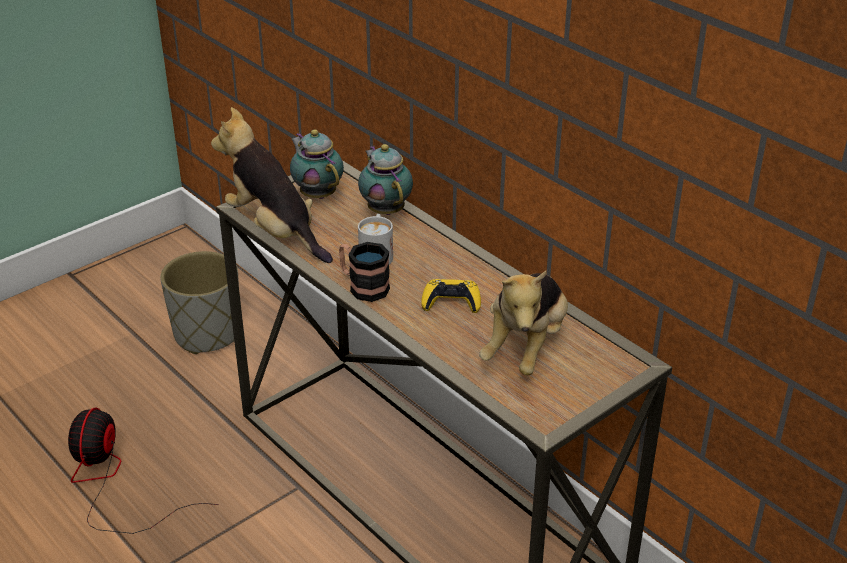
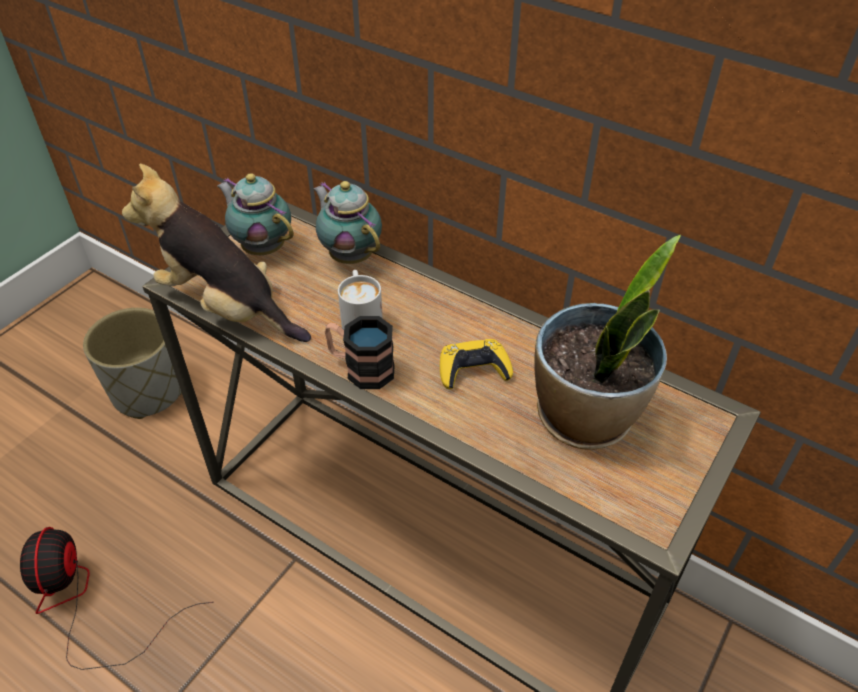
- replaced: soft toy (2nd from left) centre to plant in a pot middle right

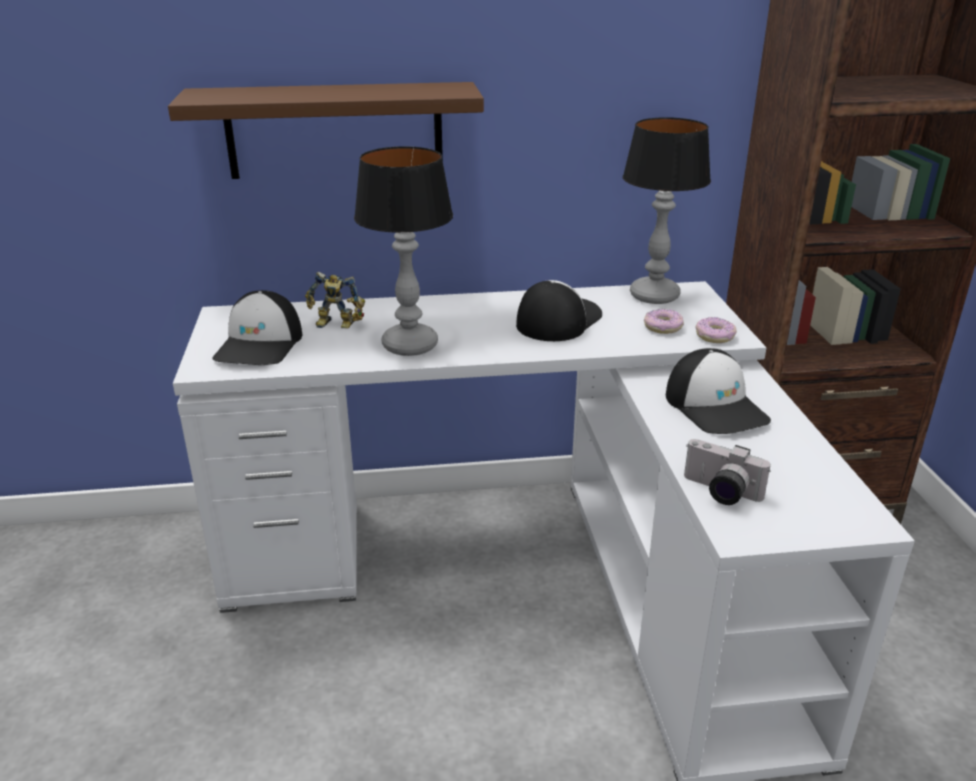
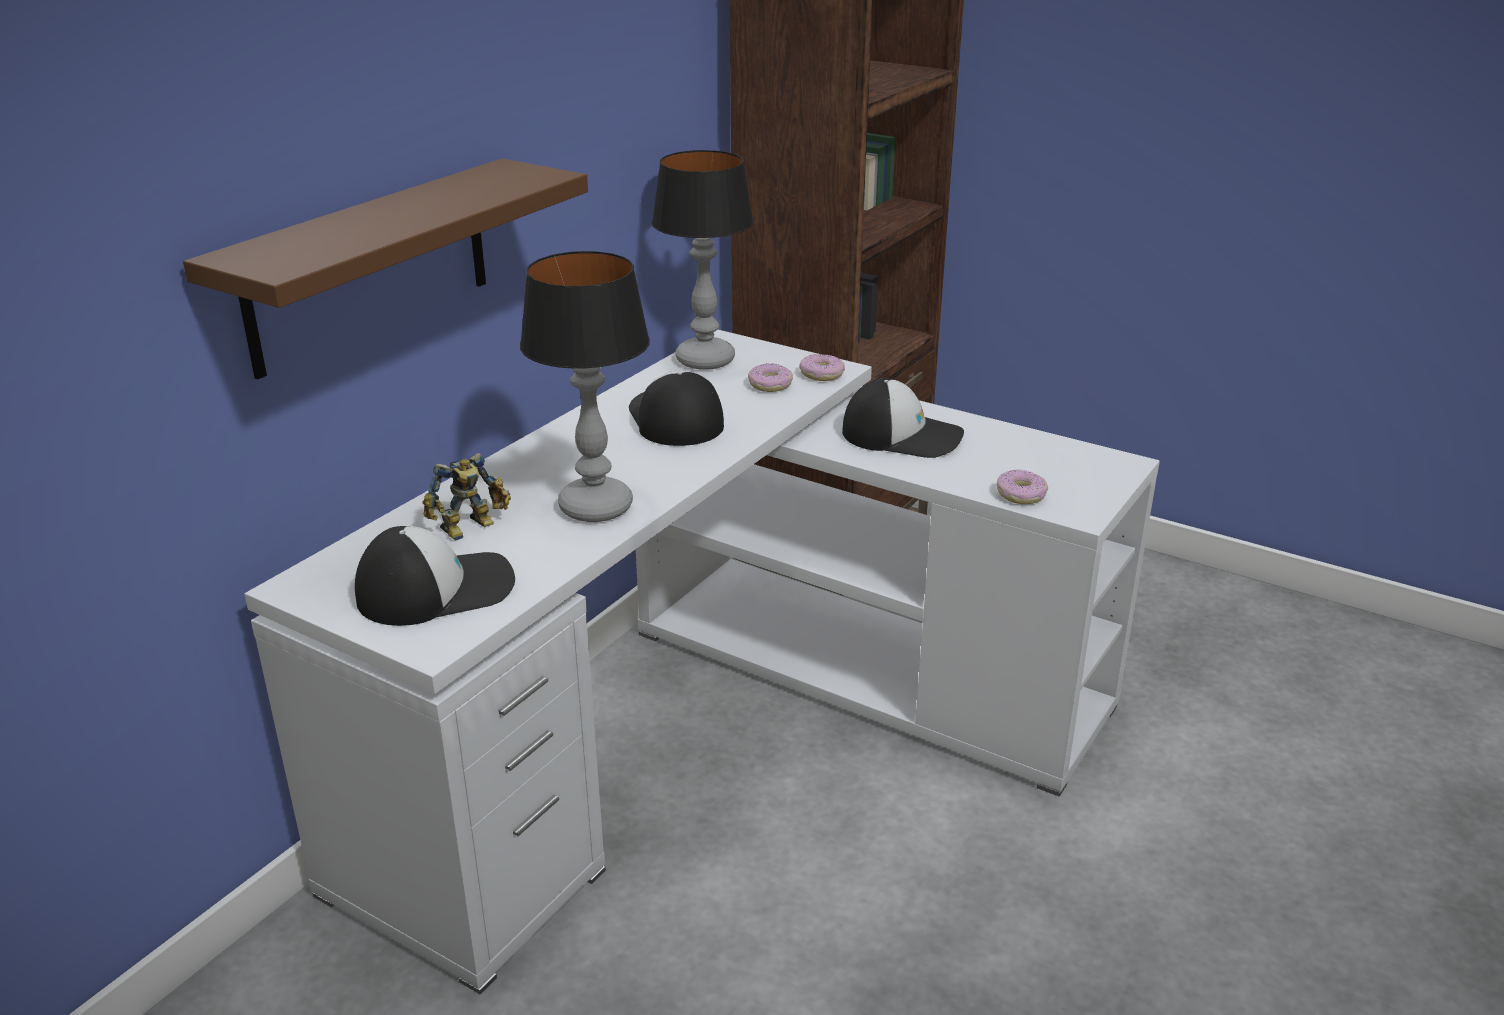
- replaced: photo camera middle right to doughnut (3rd from left) middle right
- turned: peaked cap (1st from left) middle left = middle left 75 degrees counterclockwise

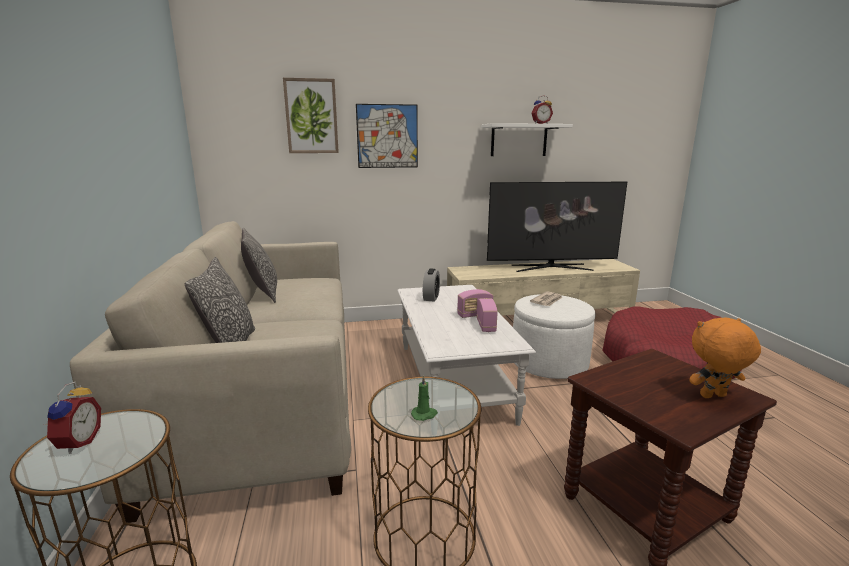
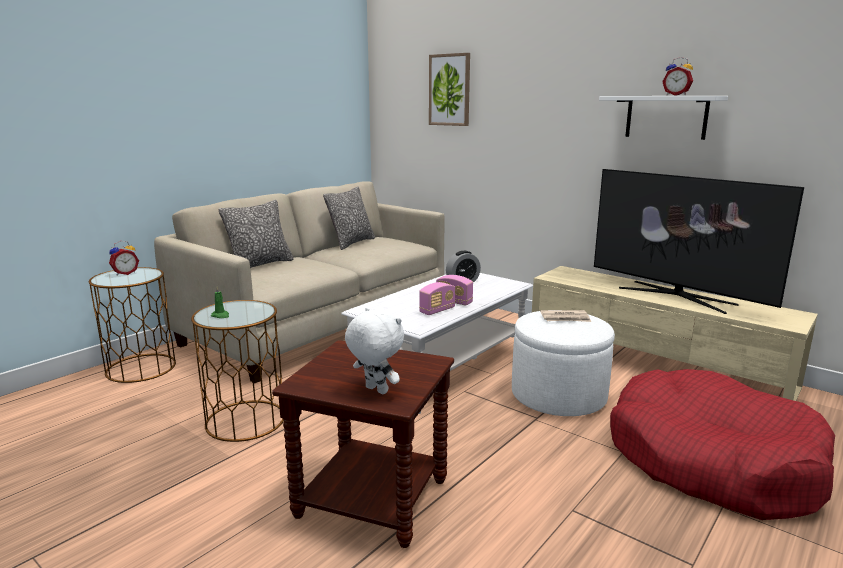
- removed: wall art (2nd from left) top centre
- recoloured: soft toy (orange) middle right to soft toy (whitish) centre

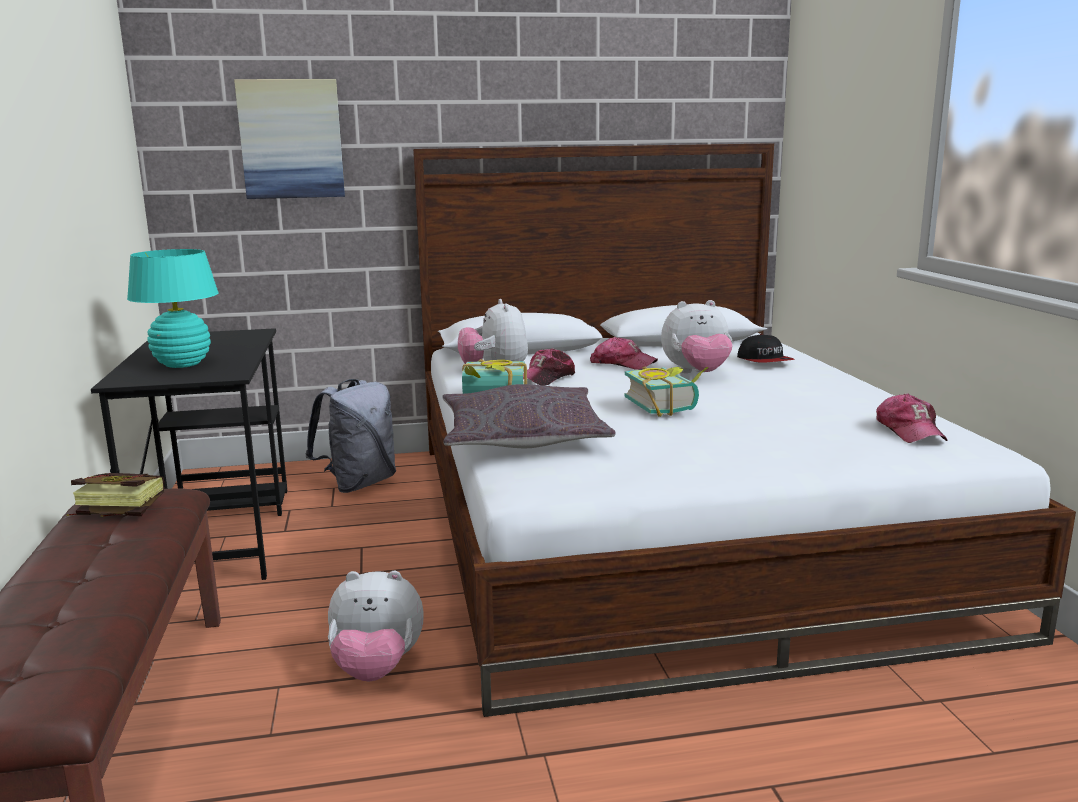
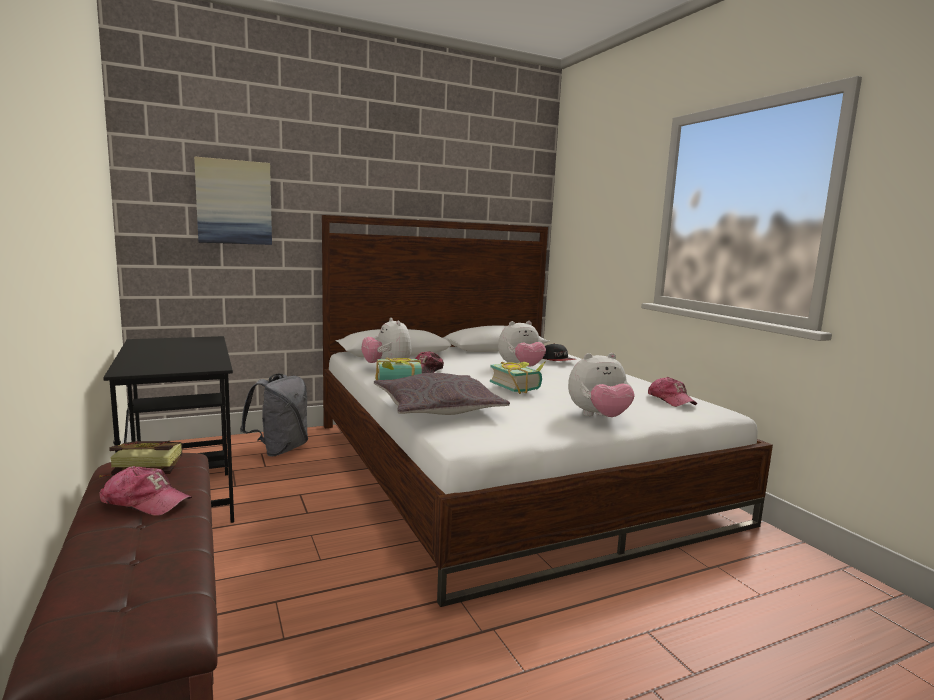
- removed: table lamp (turquoise) middle left
- moved: soft toy (1st from left in the first image) bottom centre to soft toy (3rd from left) centre
- moved: peaked cap (2nd from left in the first image) centre to peaked cap (1st from left) bottom left

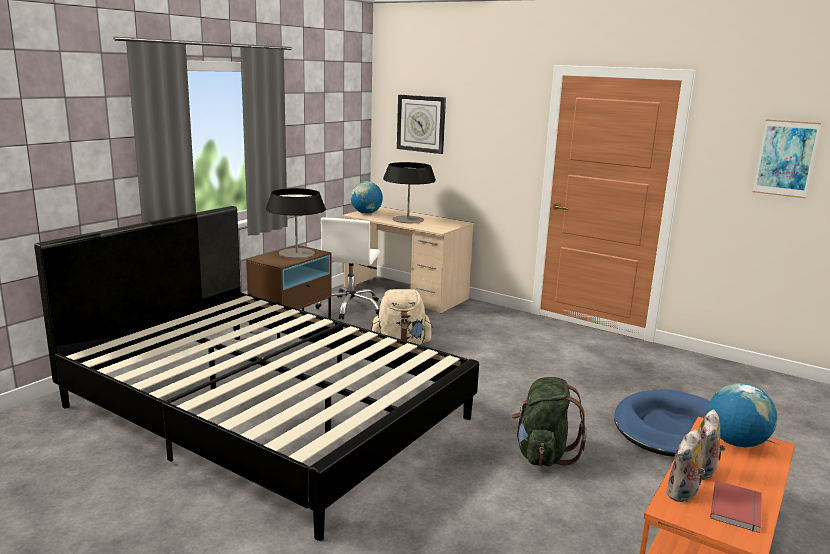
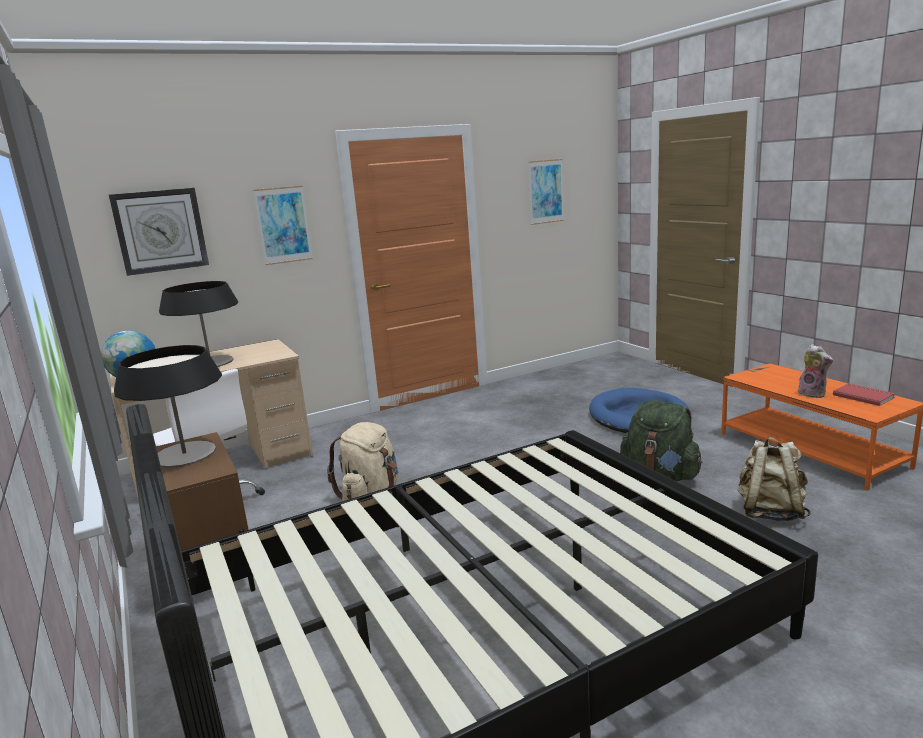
- removed: soft toy (1st from left) bottom right
- removed: world globe (2nd from left) bottom right
- added: wall art (1st from left) top left
- added: backpack (sand-coloured) (2nd from left) middle right

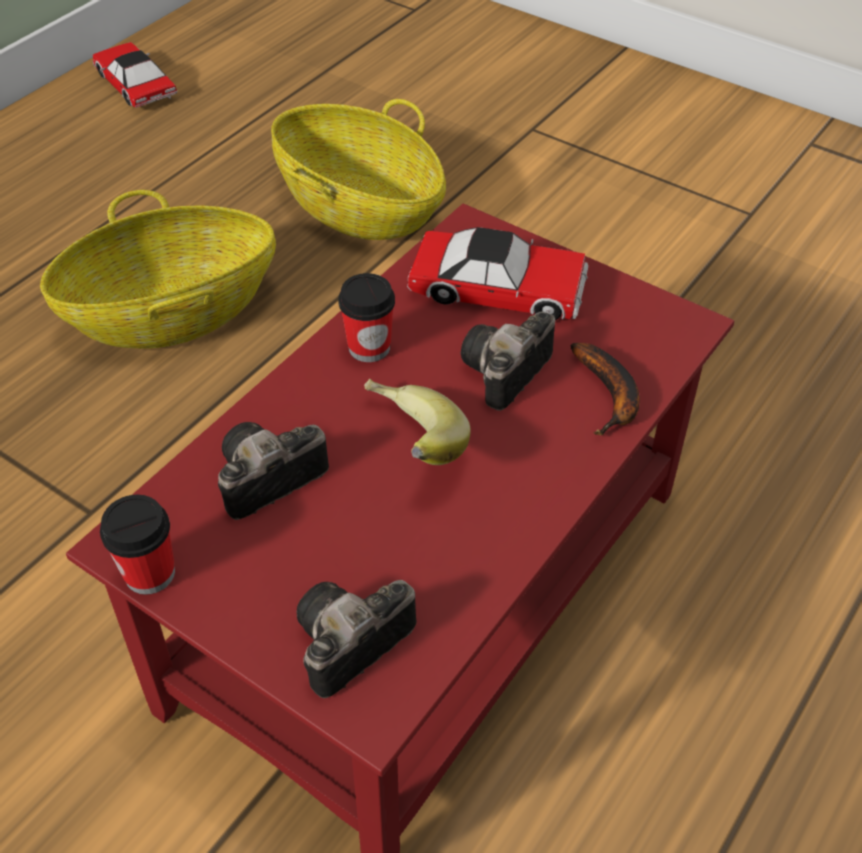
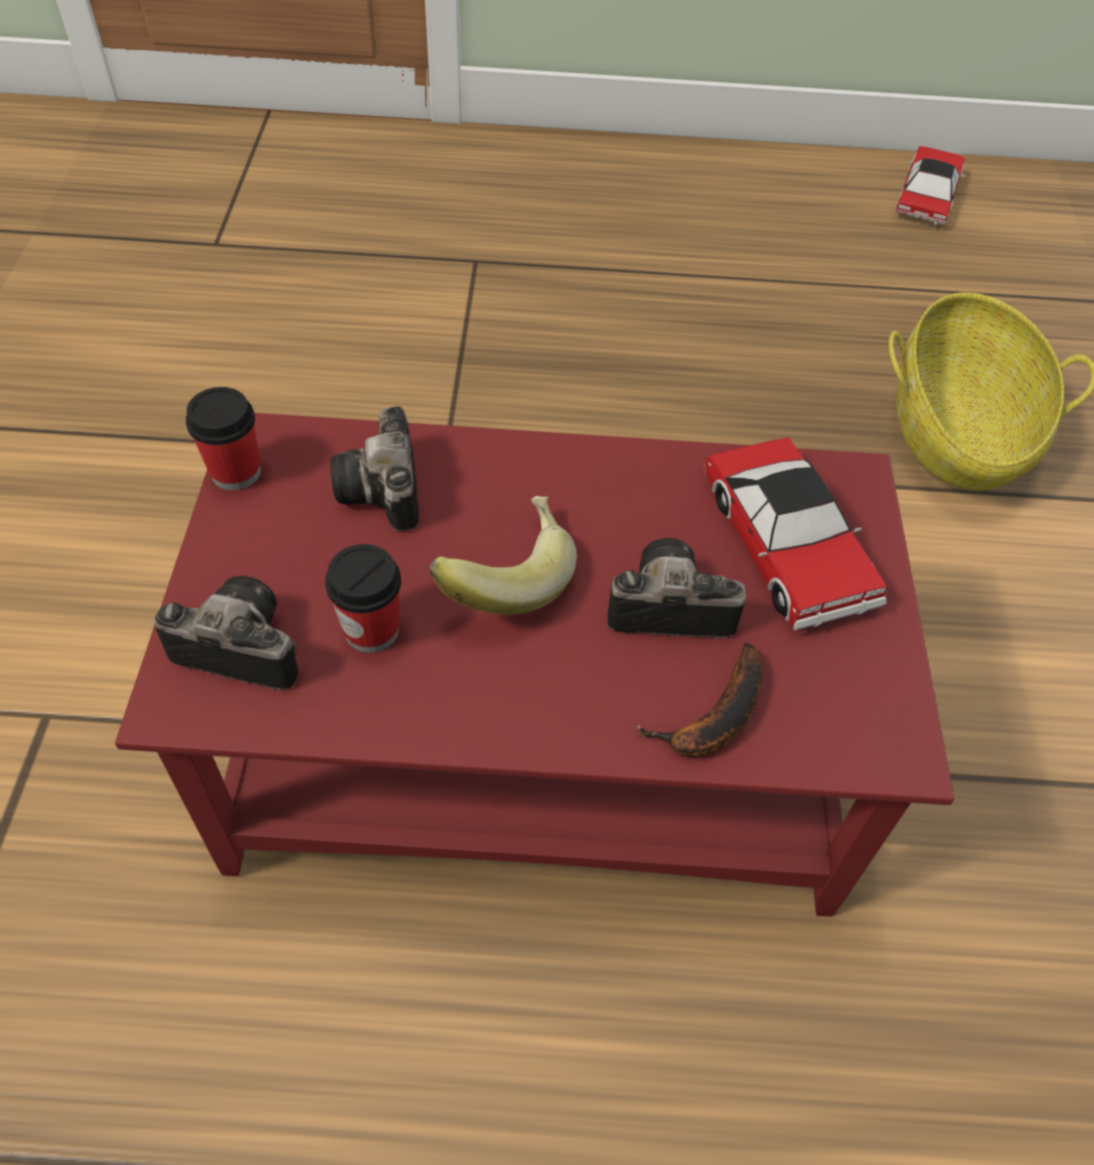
- removed: household basket (1st from left) top left
- moved: drinking cup (2nd from left) centre to middle left
- turned: photo camera (1st from left in the first image) middle left = centre 120 degrees counterclockwise

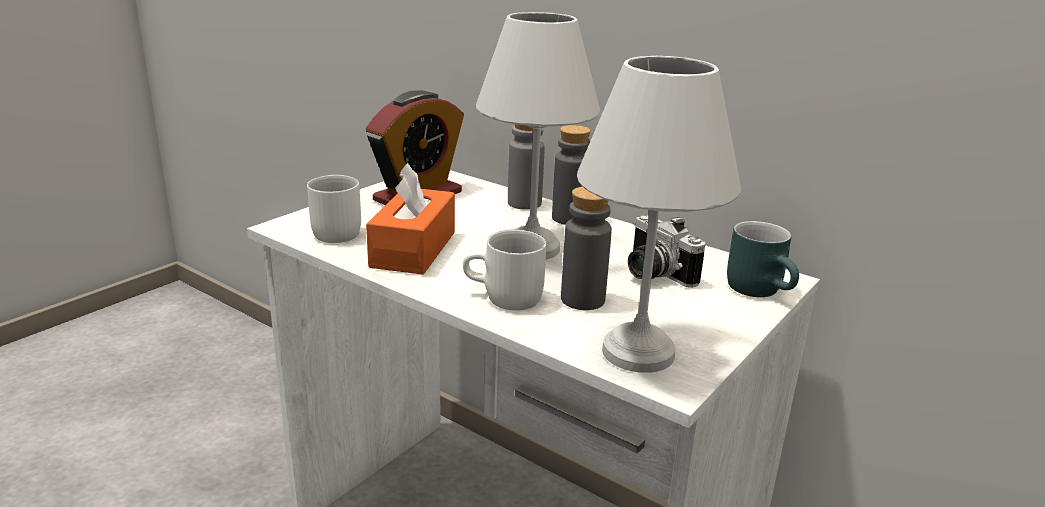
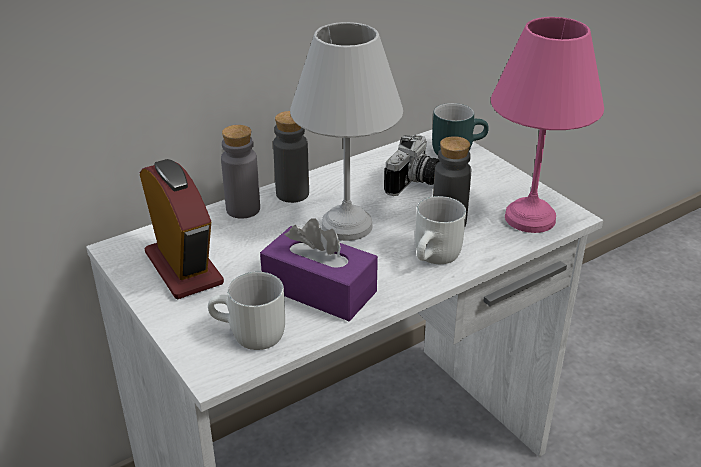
- recoloured: tissue holder (orange) centre to tissue holder (purple-coloured) centre
- recoloured: table lamp (whitish) (2nd from left) centre to table lamp (pink) top right
- turned: photo camera centre = centre 45 degrees counterclockwise

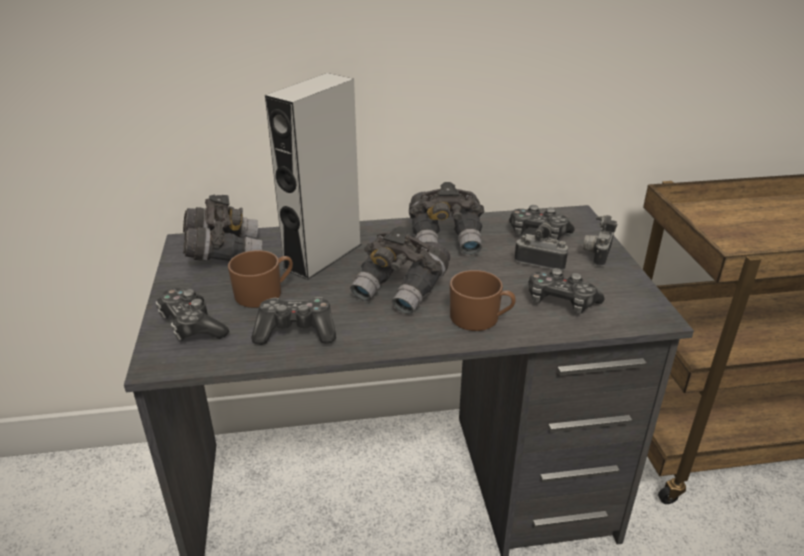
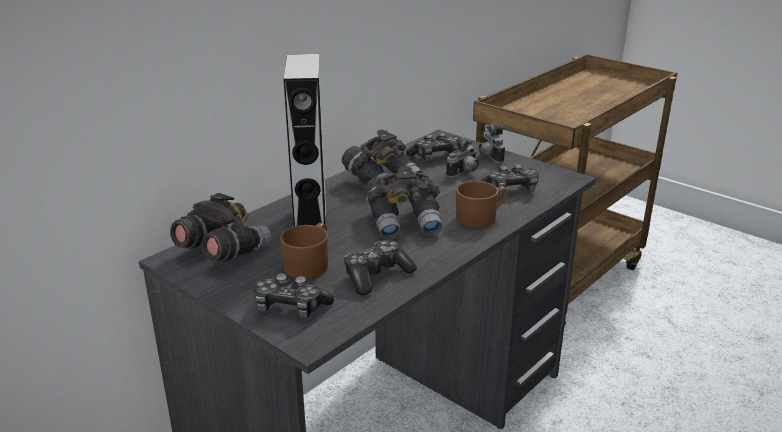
- turned: photo camera (1st from left) middle right = centre 150 degrees clockwise

